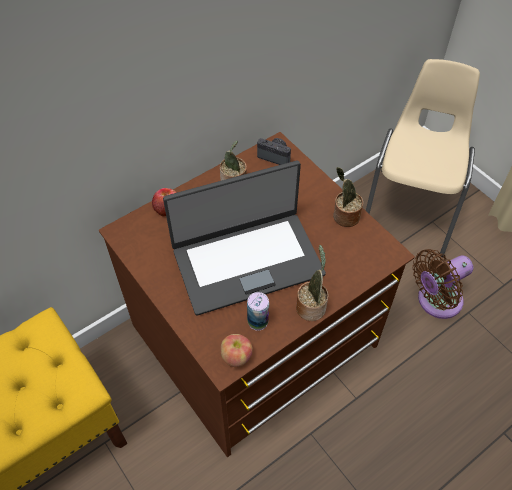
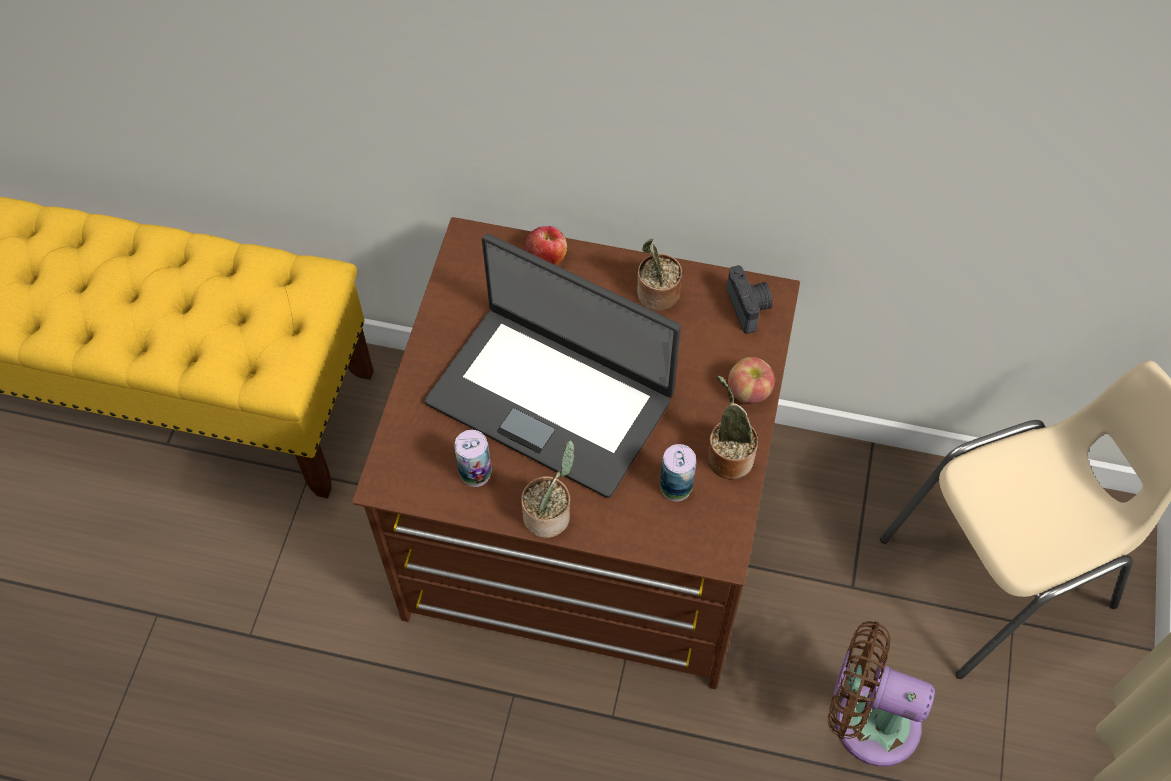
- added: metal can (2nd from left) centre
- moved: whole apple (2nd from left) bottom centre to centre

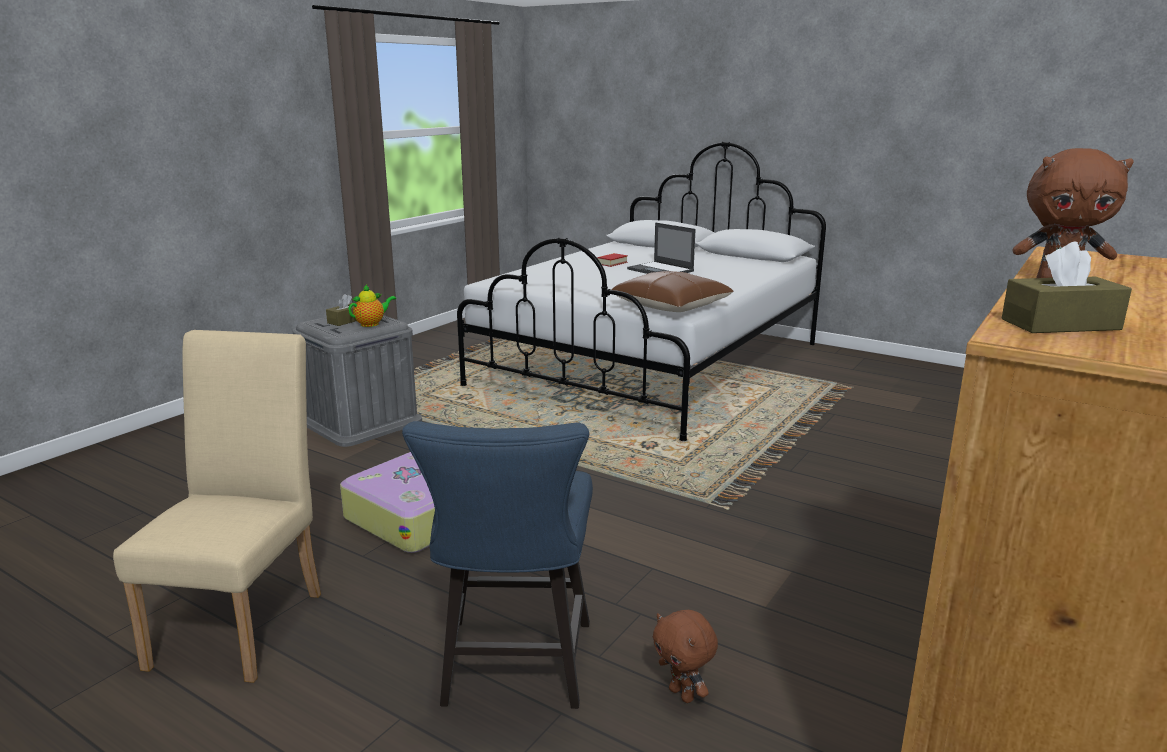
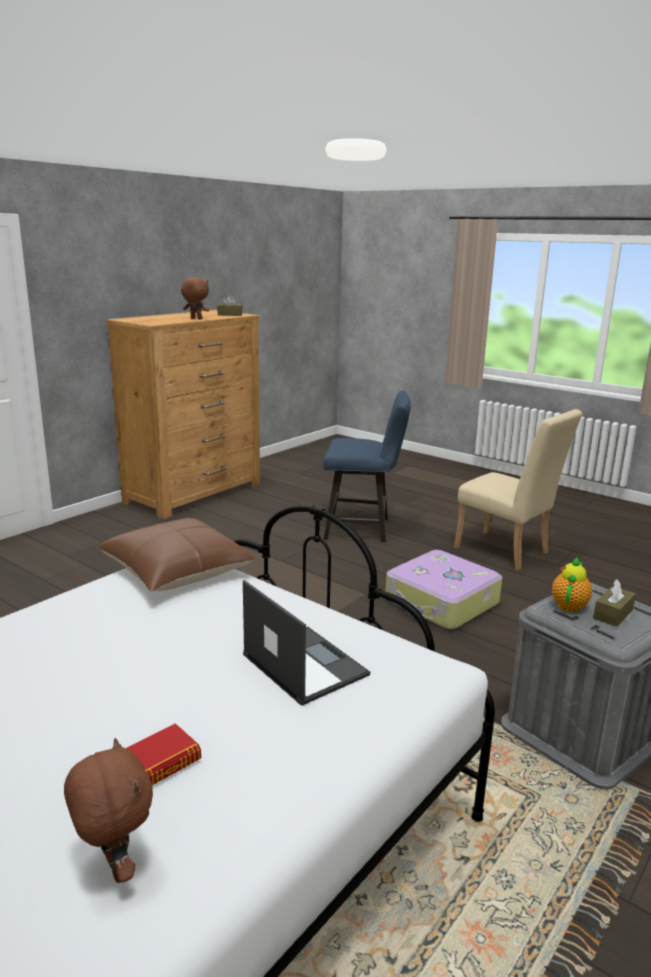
- moved: notebook computer top centre to centre
- moved: soft toy (brown) (1st from left) bottom centre to bottom left
- turned: chair (sand-coloured) bottom left = middle right 60 degrees counterclockwise
- turned: teapot middle left = middle right 150 degrees clockwise
- turned: chair (blue) bottom centre = centre 90 degrees clockwise

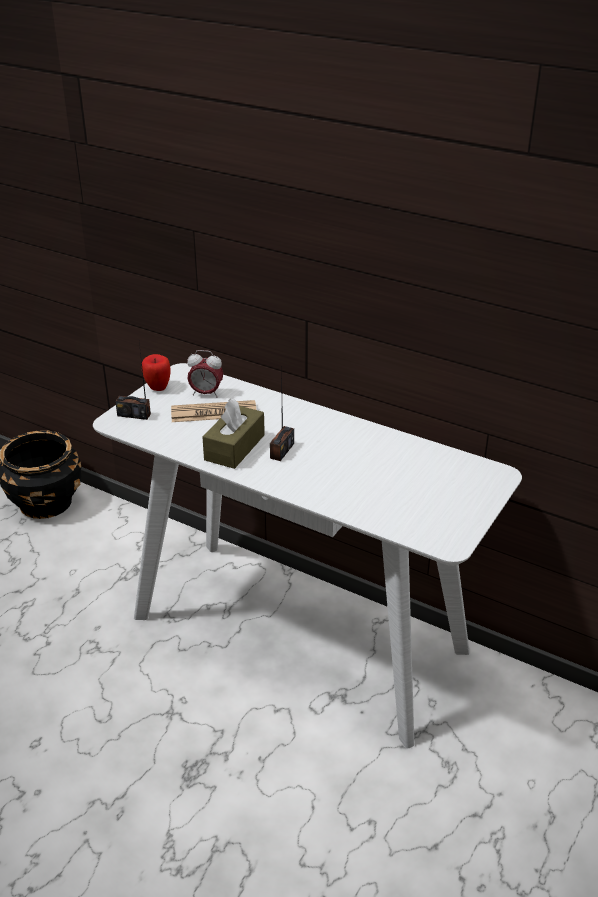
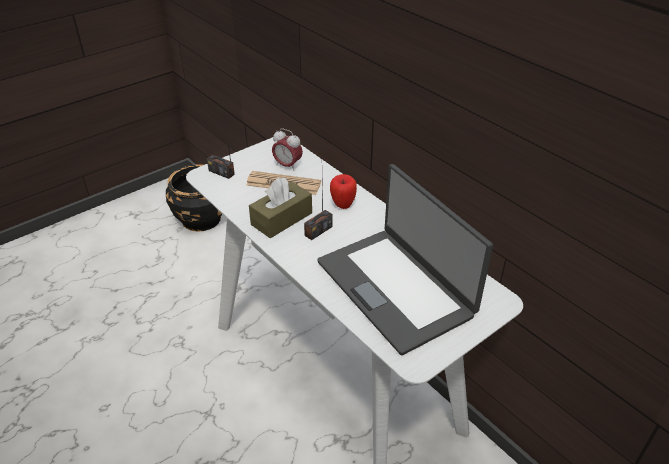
- added: notebook computer centre
- moved: whole apple middle left to centre

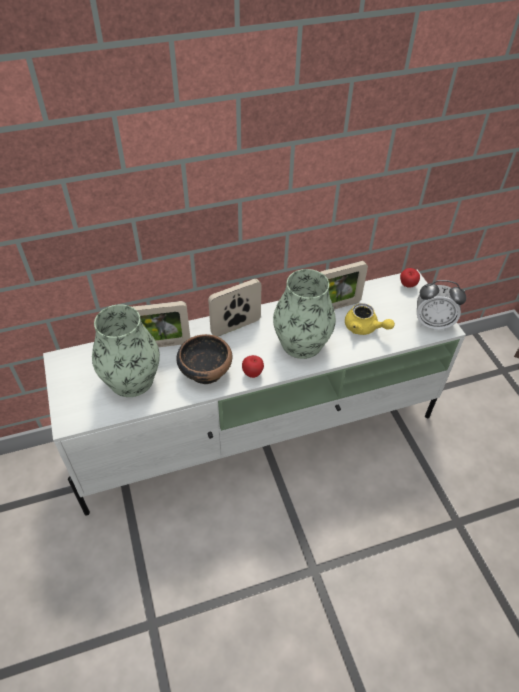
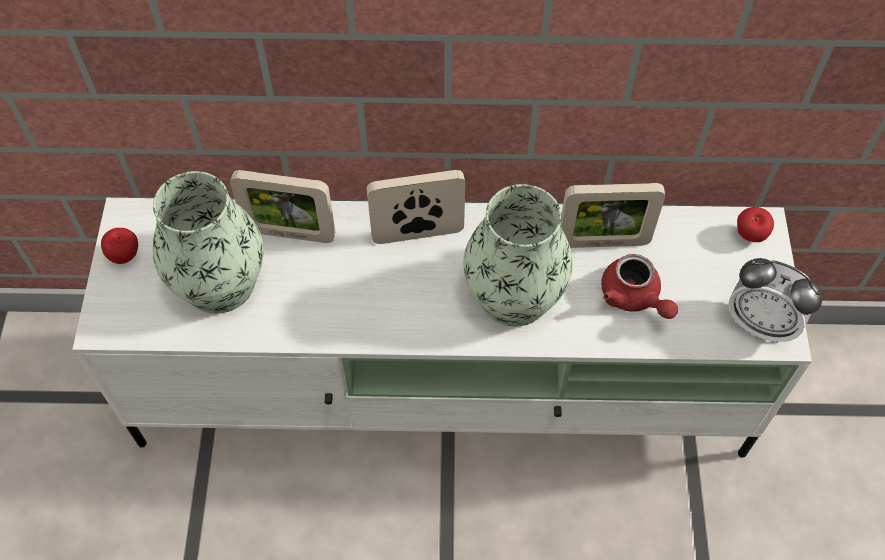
- removed: bowl centre
- moved: whole apple (1st from left) centre to middle left
- recoloured: teapot (yellow) middle right to teapot (red-coloured) middle right

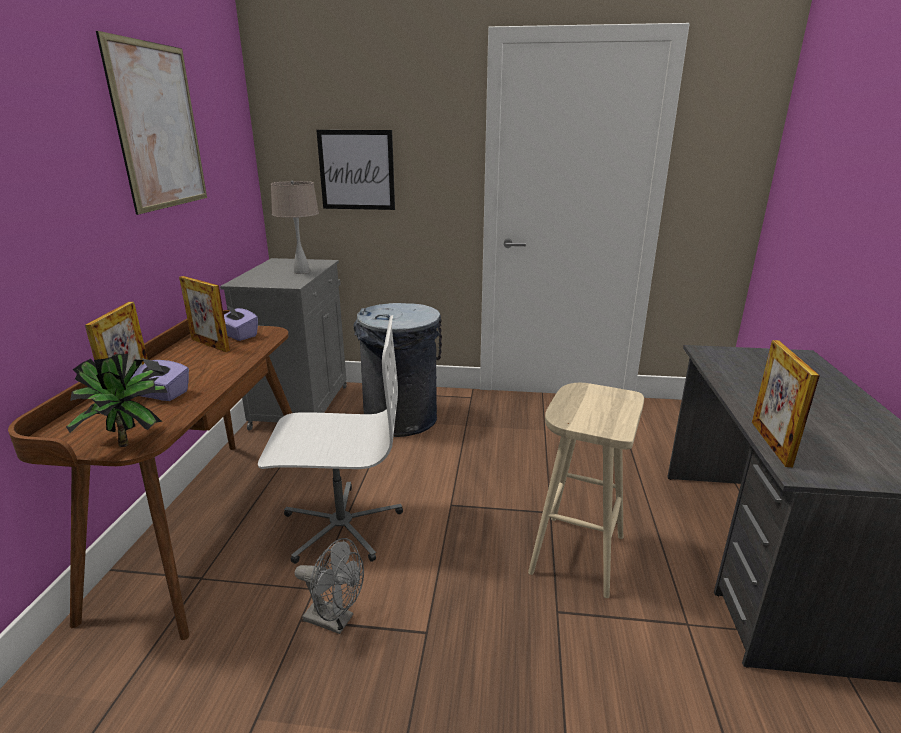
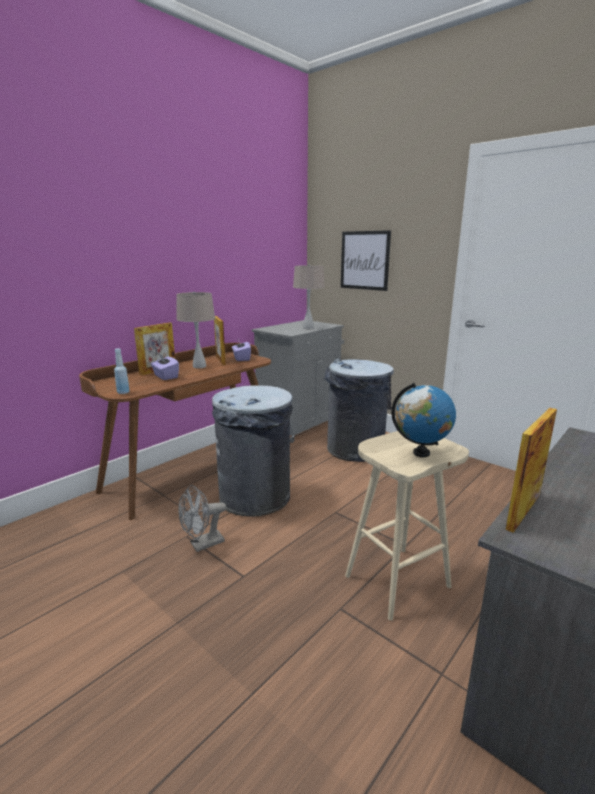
- removed: wall art (1st from left) top left
- added: table lamp (sand-coloured) (1st from left) middle left
- added: world globe middle right
- replaced: plant in a pot middle left to bottle (blue) middle left
- replaced: desk chair (whitish) centre to trash can (grey) (1st from left) centre
- turned: fan (grey) bottom centre = centre 90 degrees clockwise

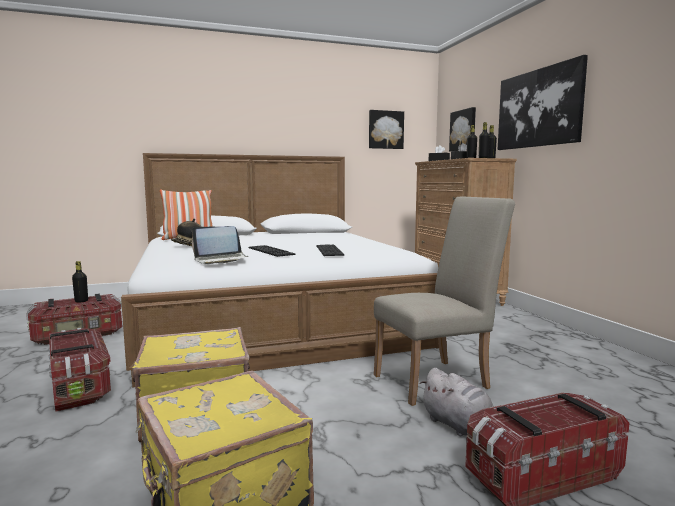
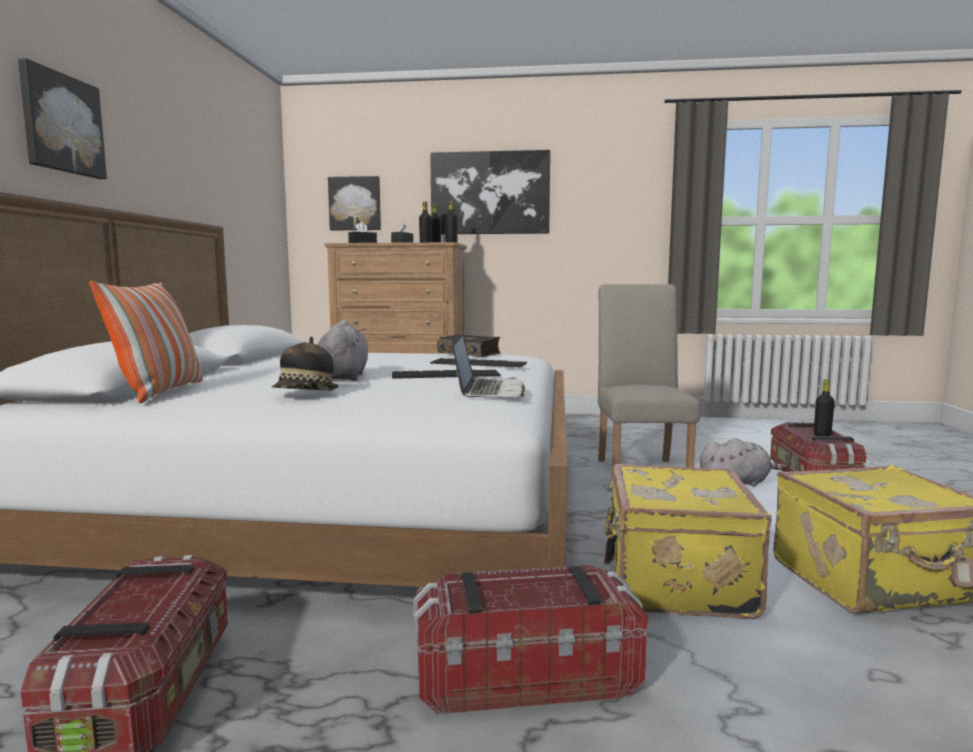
- added: soft toy (grey) (1st from left) centre
- added: book centre
- moved: bottle (blackish) (1st from left in the first image) middle left to bottle (blackish) (4th from left) middle right
- moved: wall art (1st from left) top centre to top left

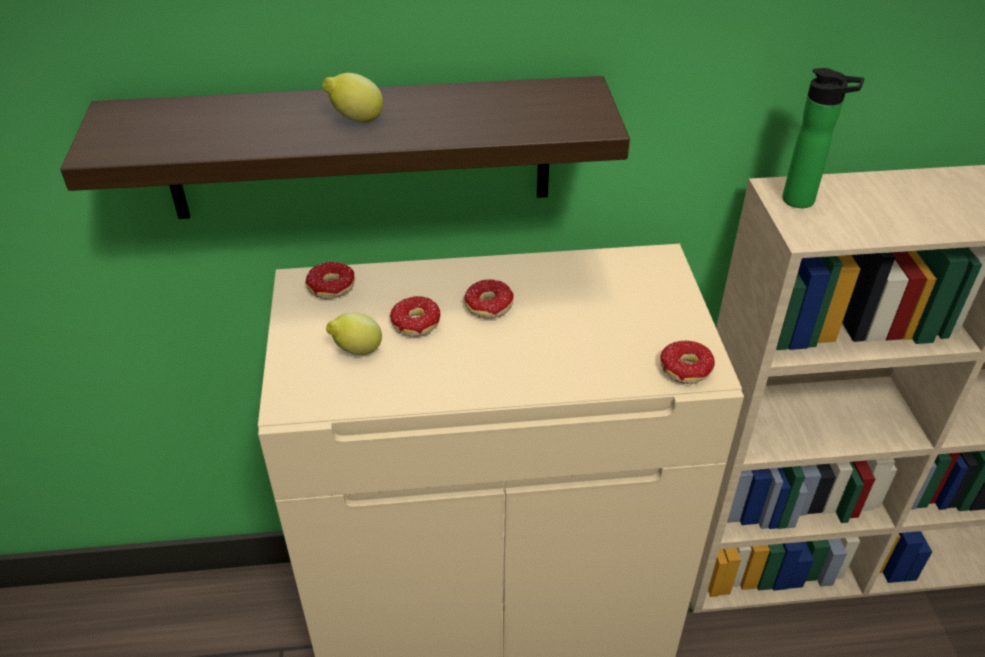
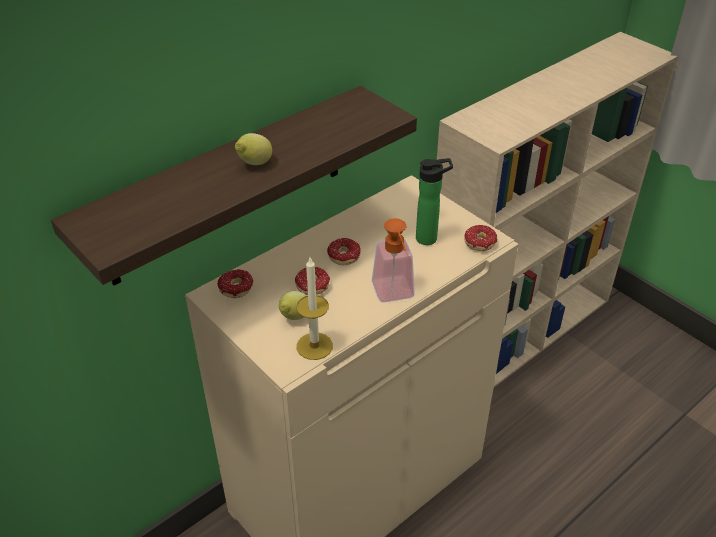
- added: candle centre
- added: soap bottle centre
- moved: bottle top right to centre

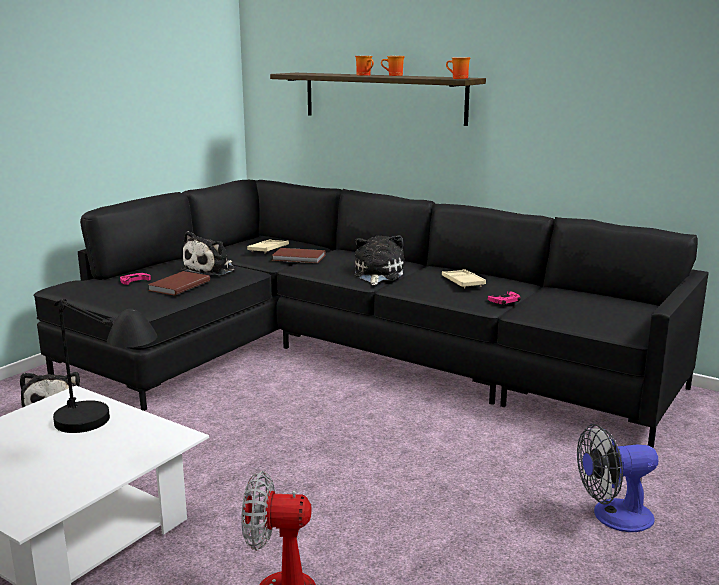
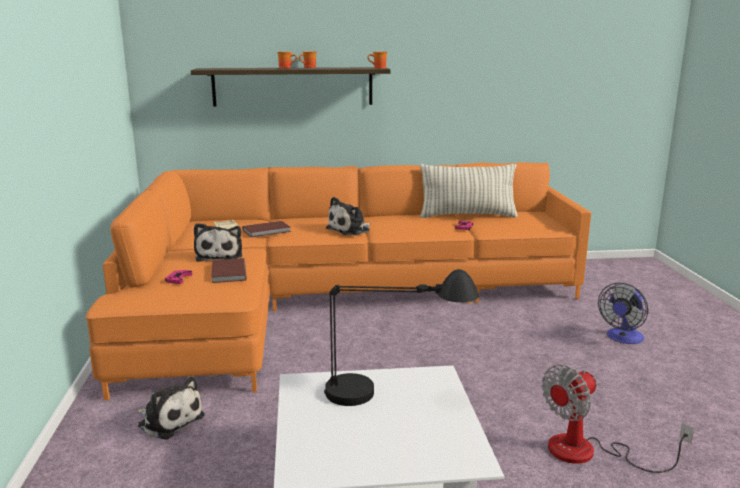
- removed: tray (sand-coloured) (2nd from left) centre
- added: throw pillow centre
- recoloured: settee (blackish) centre to settee (orange) centre
- turned: soft toy (3rd from left) centre = centre 105 degrees counterclockwise

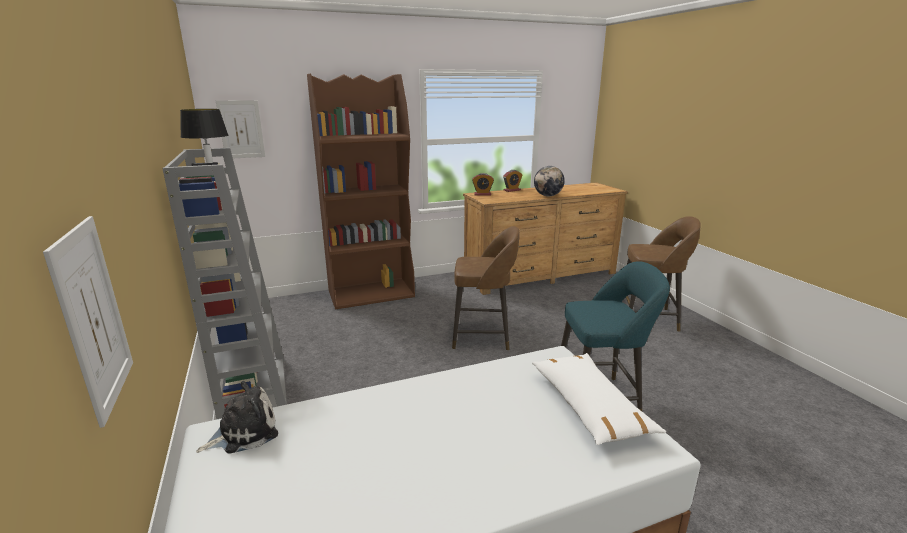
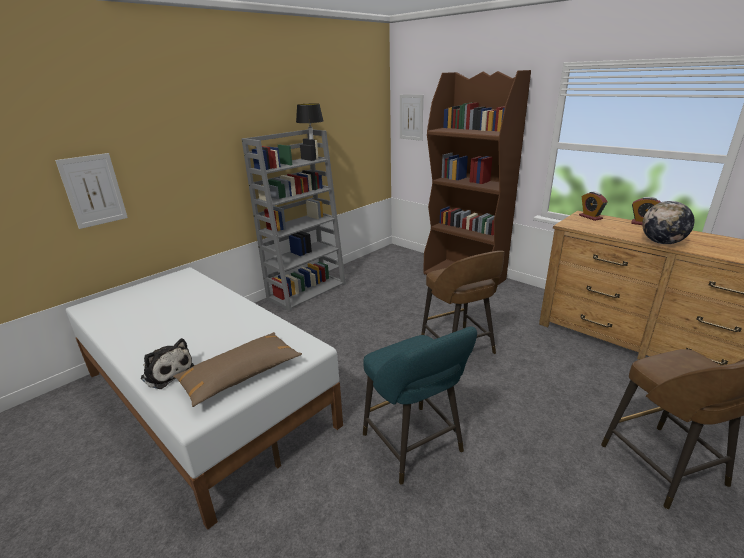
- moved: soft toy bottom left to middle left
- recoloured: throw pillow (whitish) bottom centre to throw pillow (brown) middle left

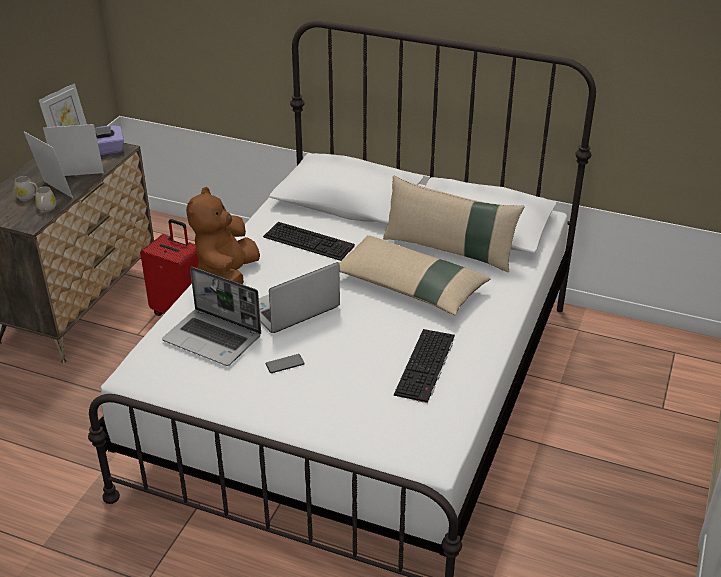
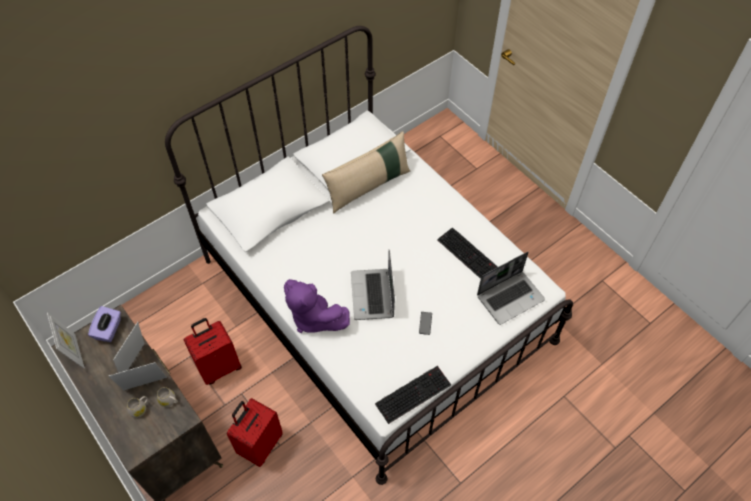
- removed: throw pillow (sand-coloured) (1st from left) centre
- added: piece of luggage (red-coloured) (2nd from left) bottom centre
- moved: notebook computer (1st from left in the first image) middle left to notebook computer (2nd from left) middle right
- moved: PC keyboard (1st from left) centre to bottom centre
- recoloured: soft toy (brown) middle left to soft toy (purple-coloured) centre

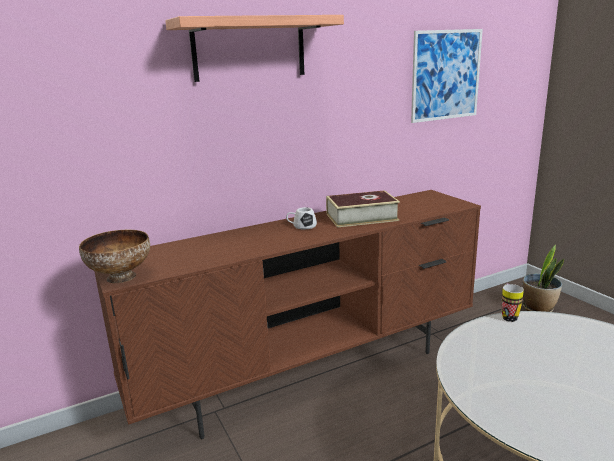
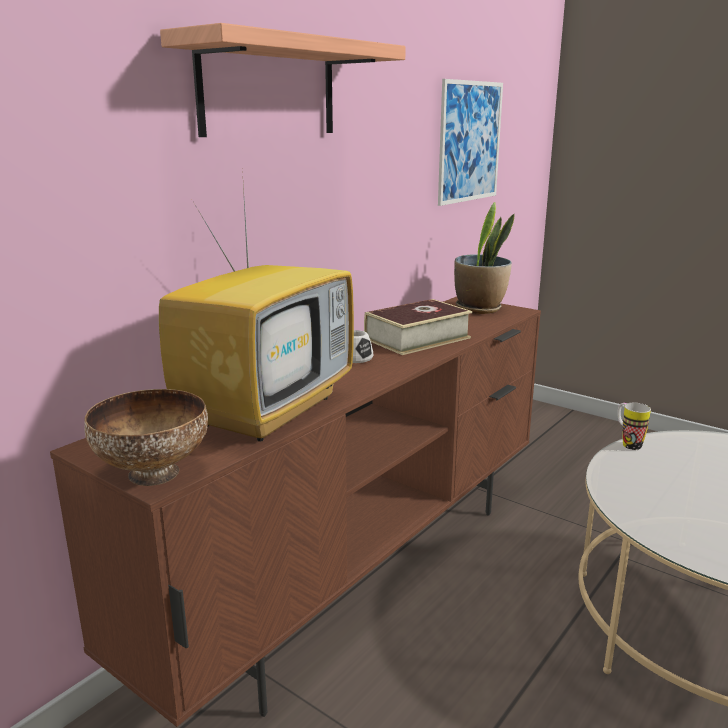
- added: TV centre
- moved: plant in a pot middle right to centre

